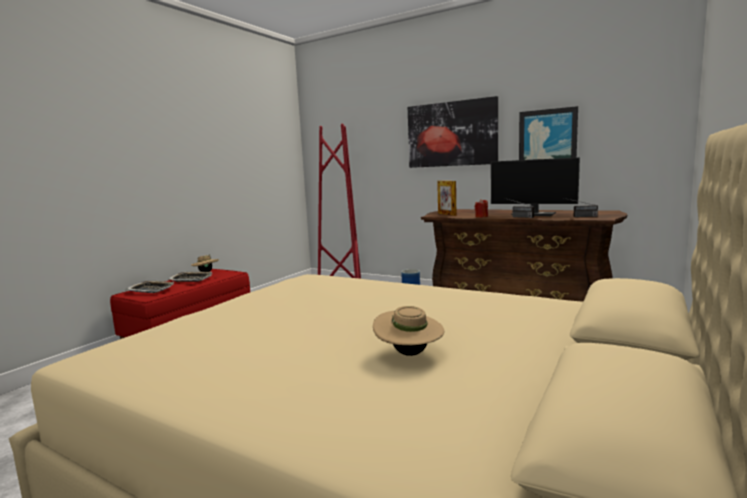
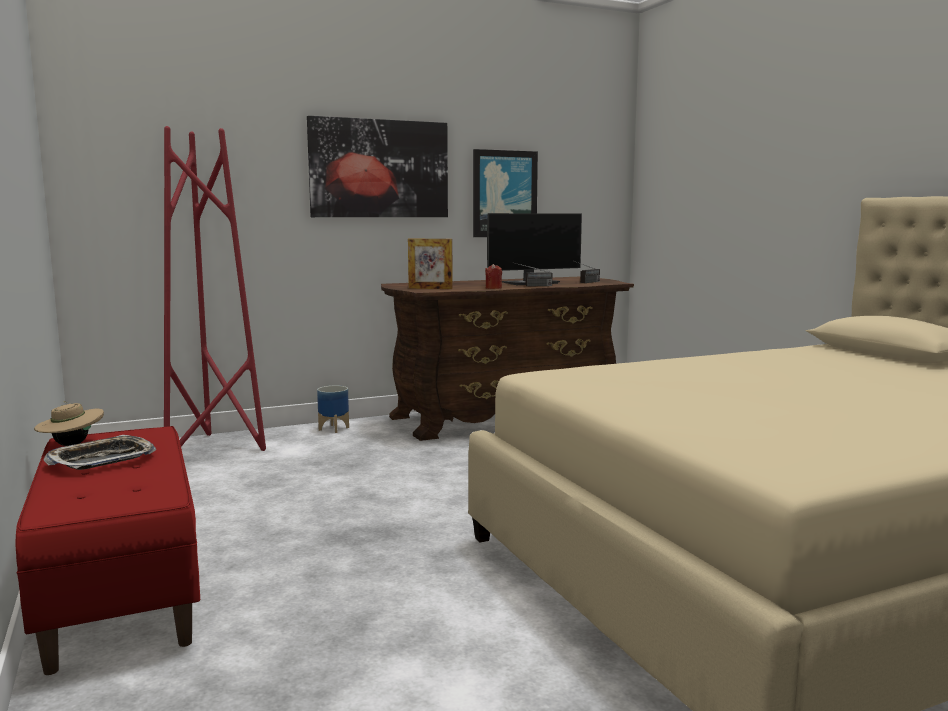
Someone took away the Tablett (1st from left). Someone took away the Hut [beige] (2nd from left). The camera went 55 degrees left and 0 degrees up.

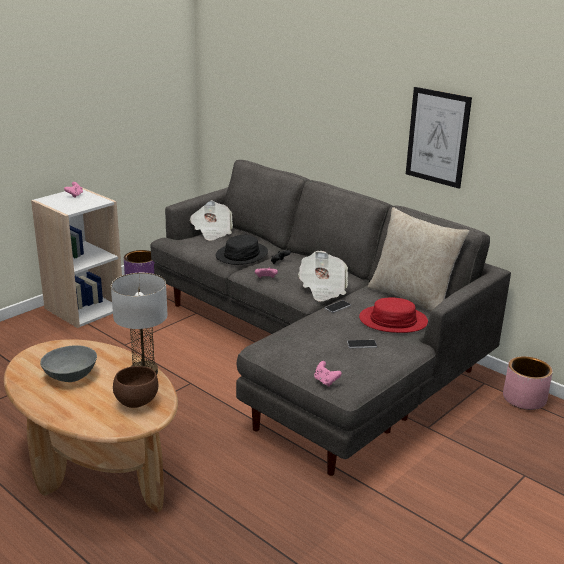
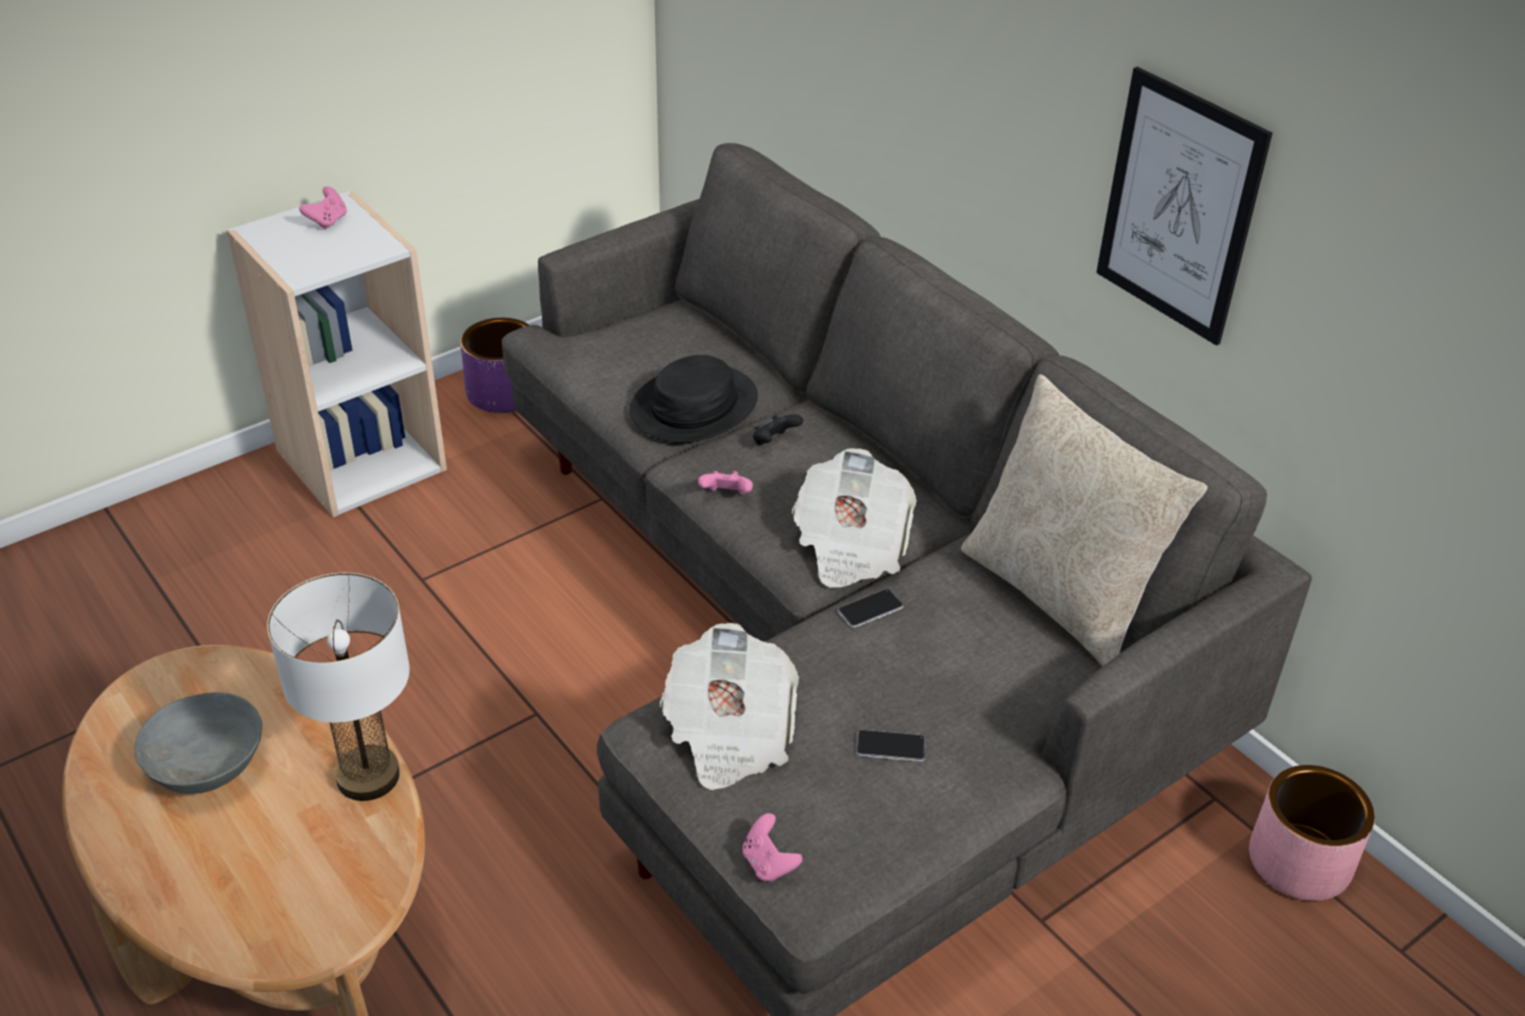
Someone took away the Schüssel [braun]. Someone took away the Hut [rot]. Someone carried the Zeitung (1st from left). The camera went 10 degrees right and 15 degrees up.

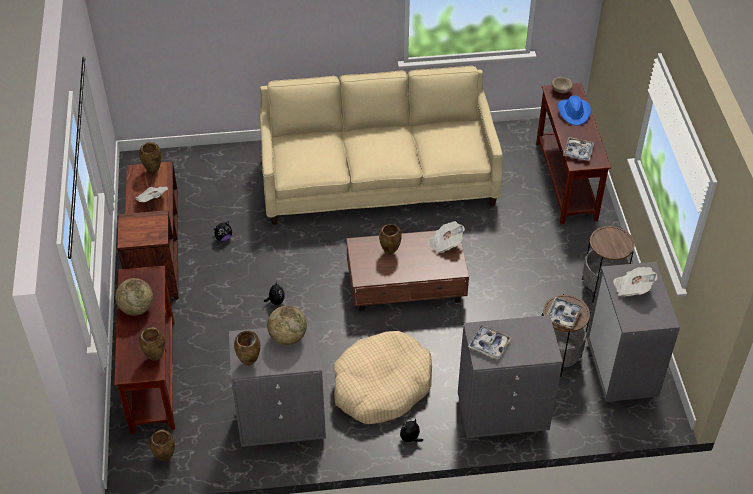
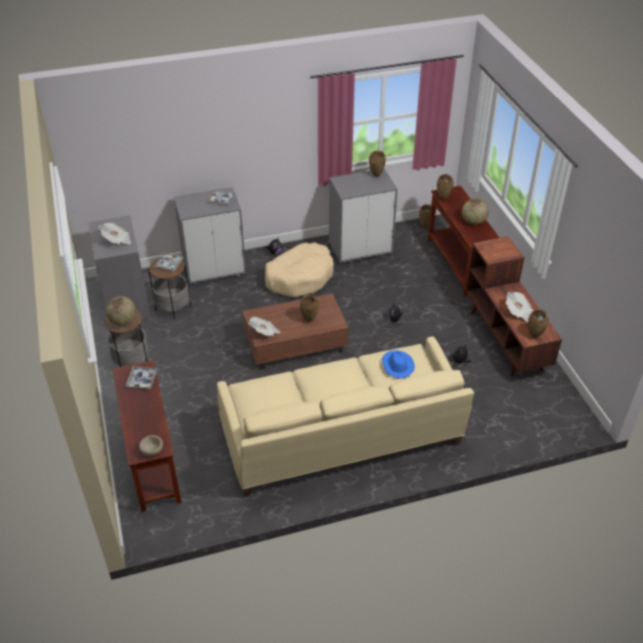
Someone carried the Globus (2nd from left in the first image). Someone carried the Hut [blau]. The camera went 170 degrees right and 5 degrees down.

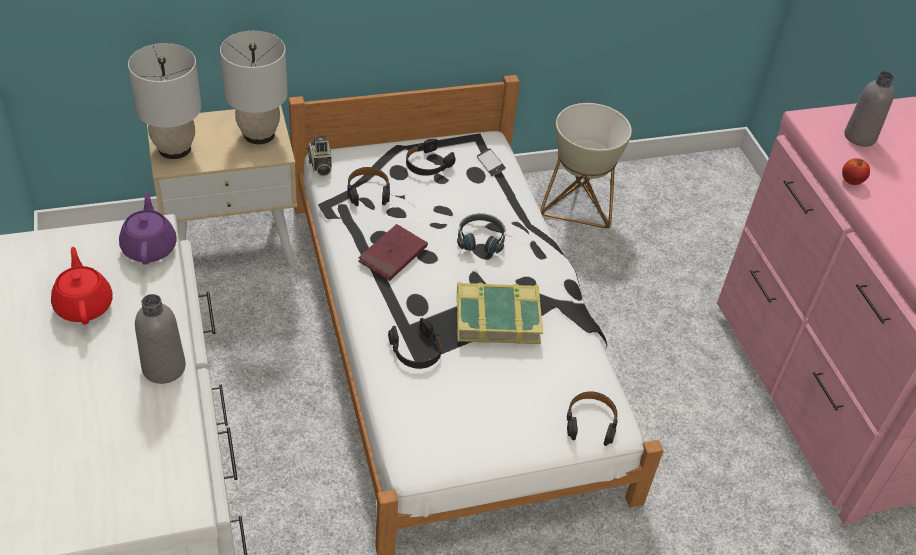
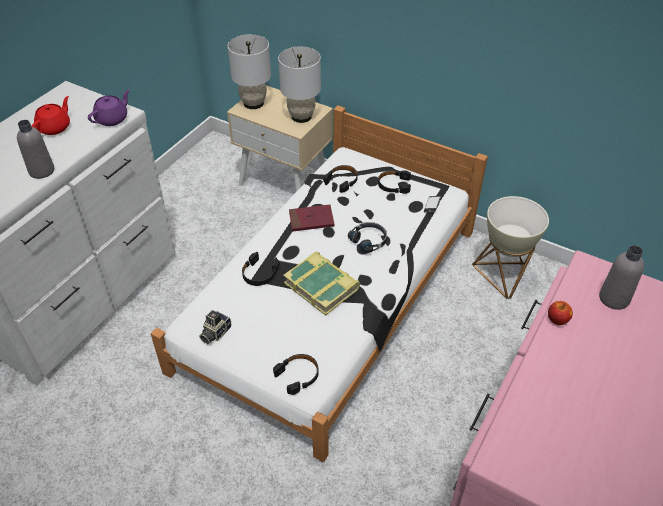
Someone carried the Kamera. The camera went 50 degrees right and 0 degrees up.

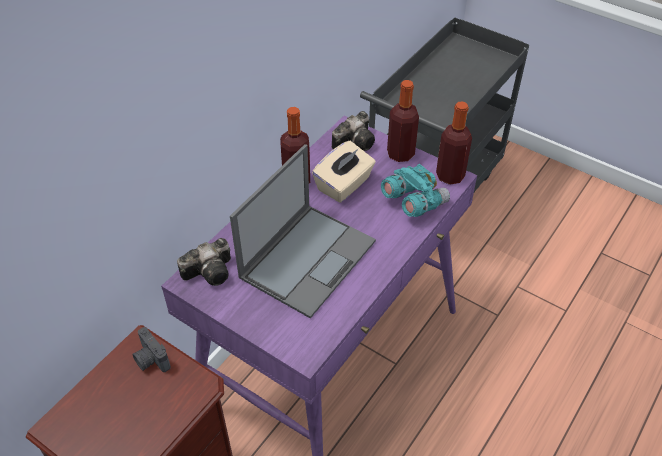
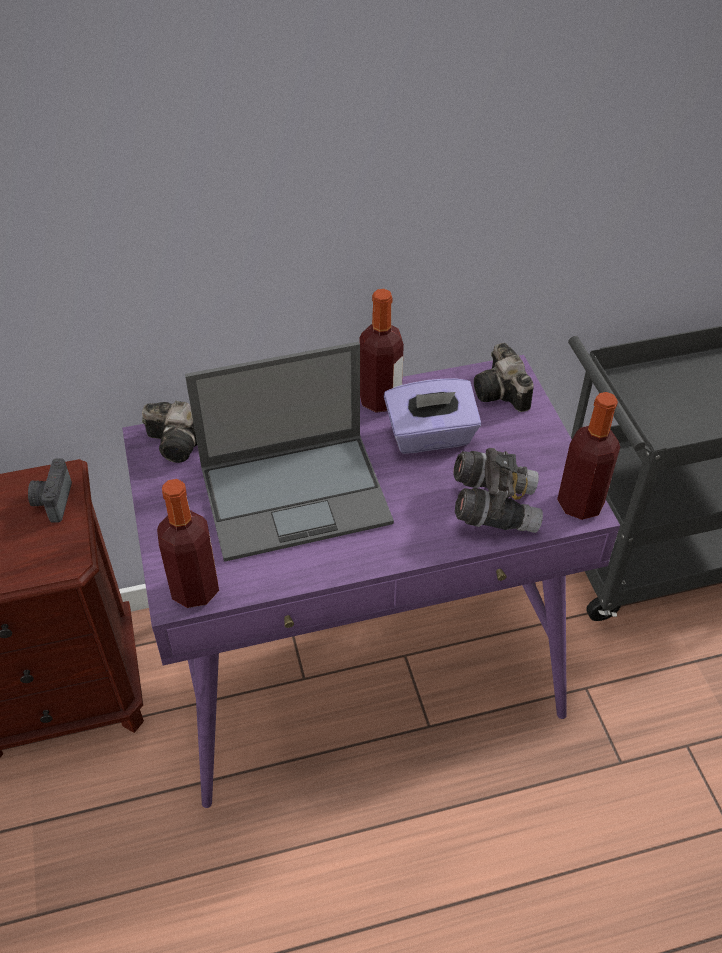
Someone carried the Flasche (2nd from left in the first image). Someone repainted the Taschentuchbox [beige], which became the Taschentuchbox [lila]. Someone repainted the Fernglas [türkis], which became the Fernglas [grau]. Someone rotated the Kamera (3rd from left) by 75 degrees clockwise. The camera went 40 degrees right and 0 degrees up.

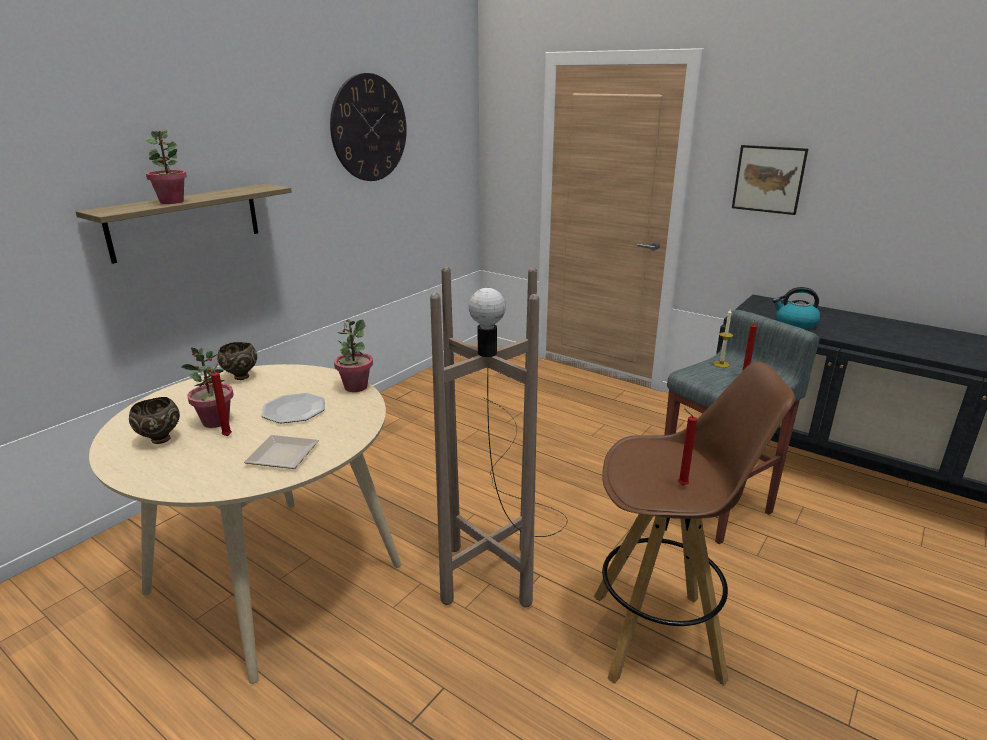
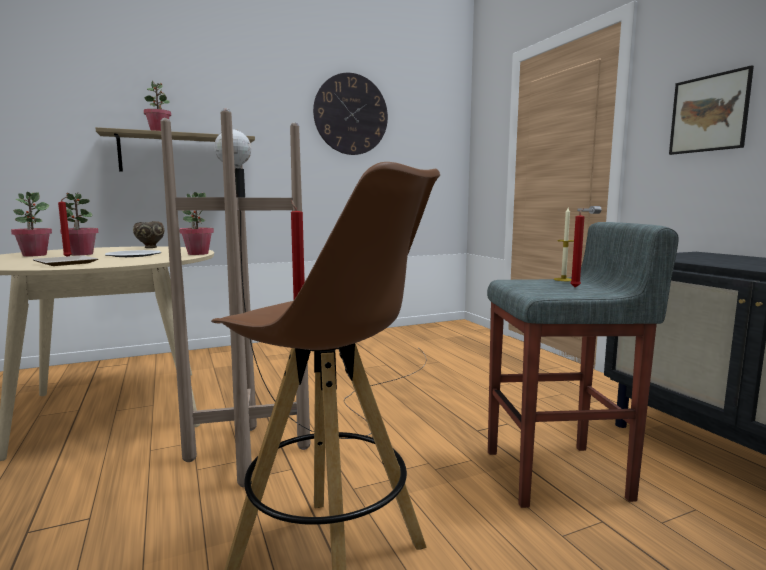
Someone took away the Wasserkessel. Someone swapped the Schüssel [braun] (1st from left) for the Topfpflanze (1st from left). The camera went 30 degrees right and 15 degrees down.

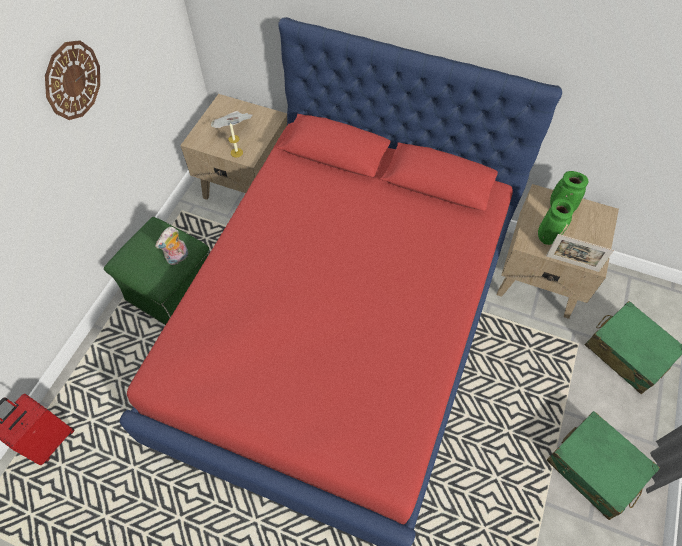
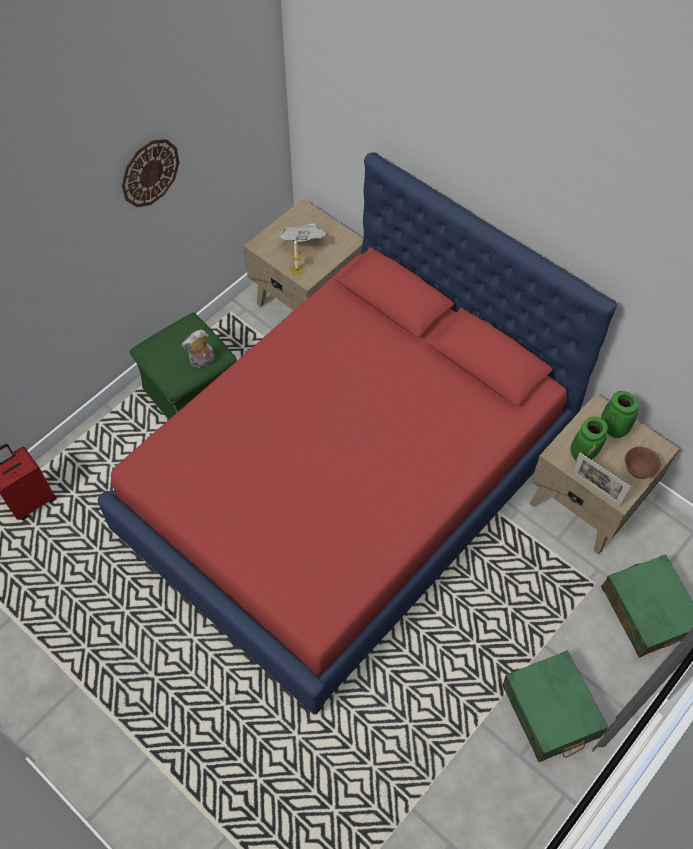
Someone put down the Schüssel [braun]. The camera went 20 degrees right and 0 degrees up.

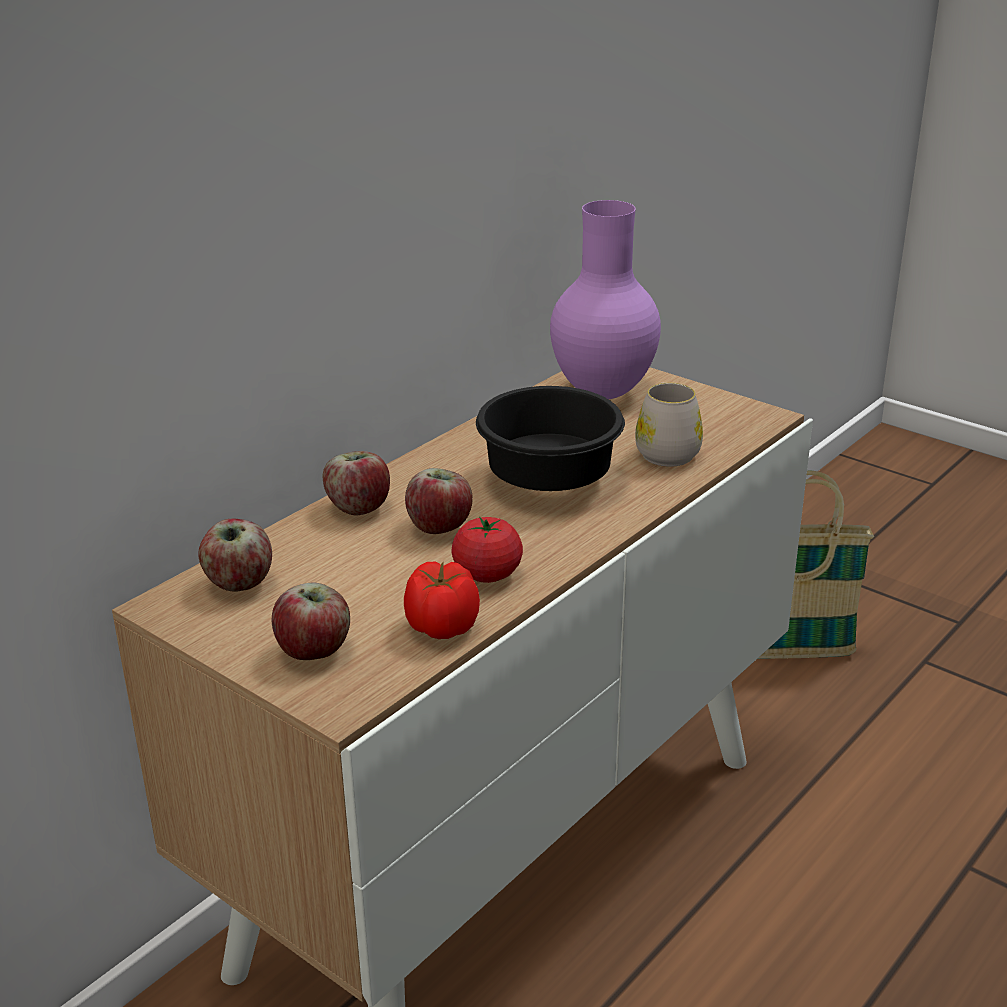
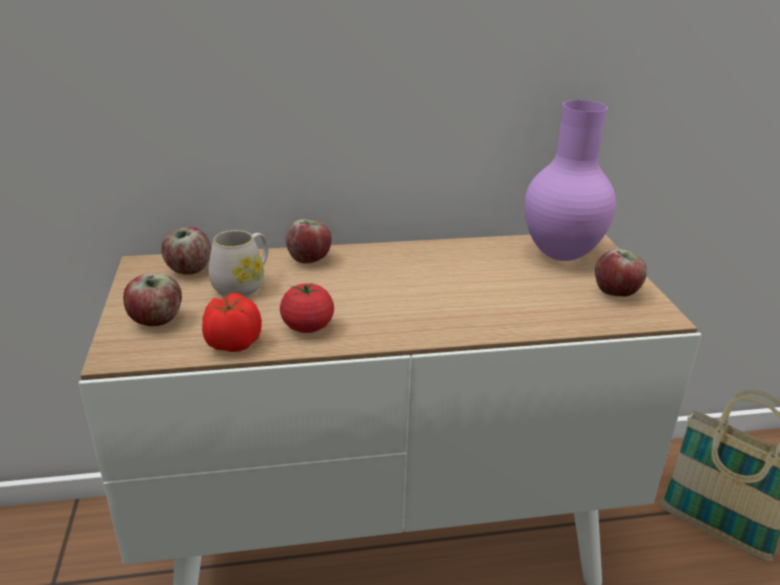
Someone took away the Schüssel [schwarz]. Someone carried the Apfel (4th from left). Someone carried the Henkelbecher [weiß]. The camera went 40 degrees right and 0 degrees up.

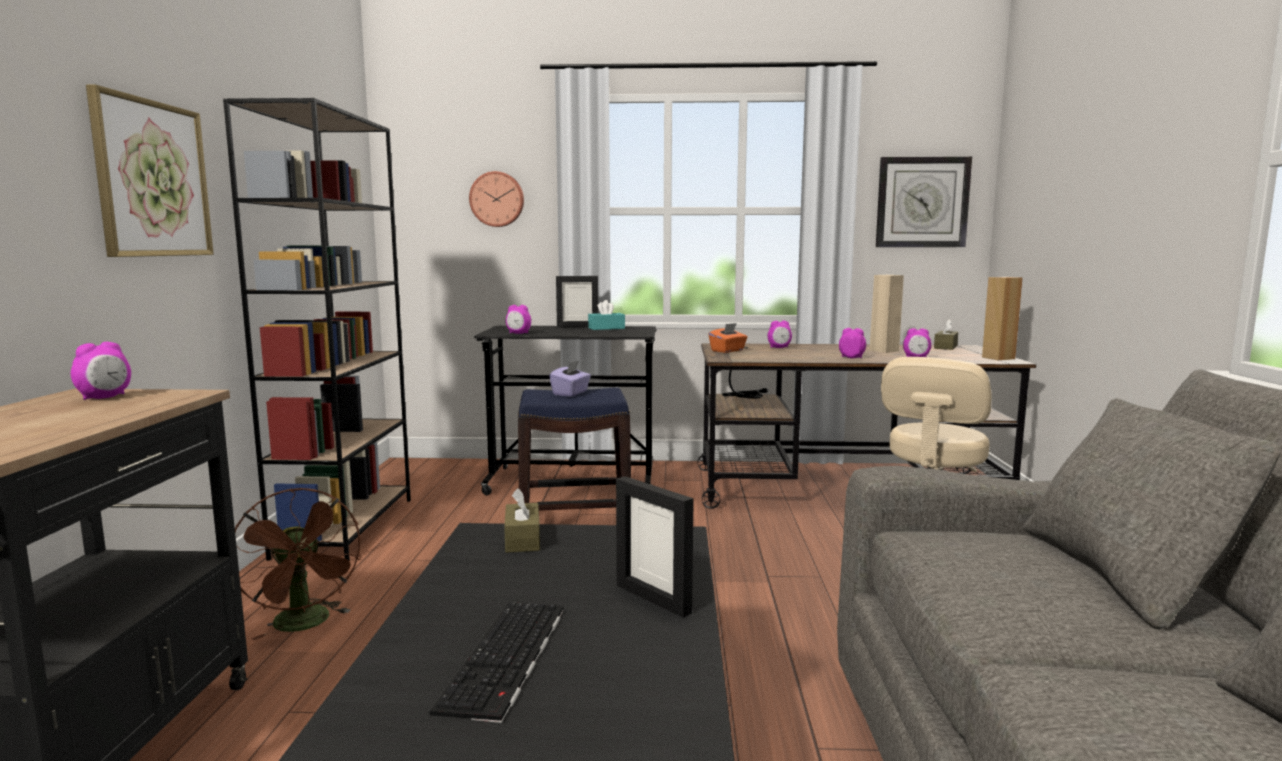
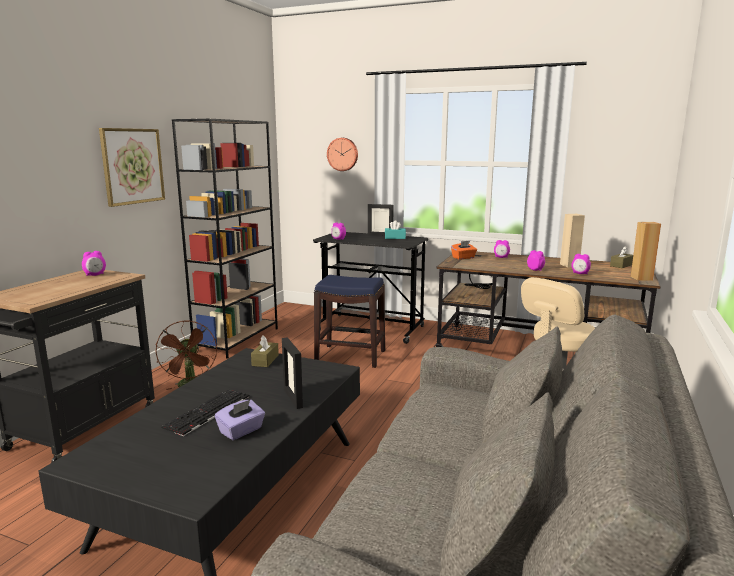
Someone took away the Wanduhr (2nd from left). Someone carried the Taschentuchbox [lila]. The camera went 20 degrees right and 5 degrees up.

